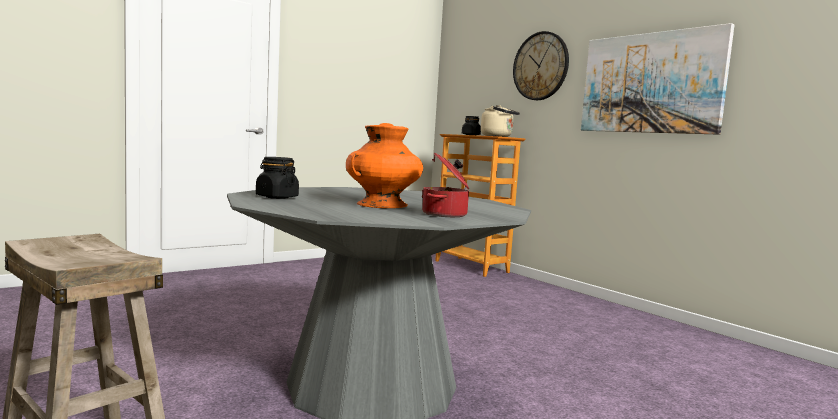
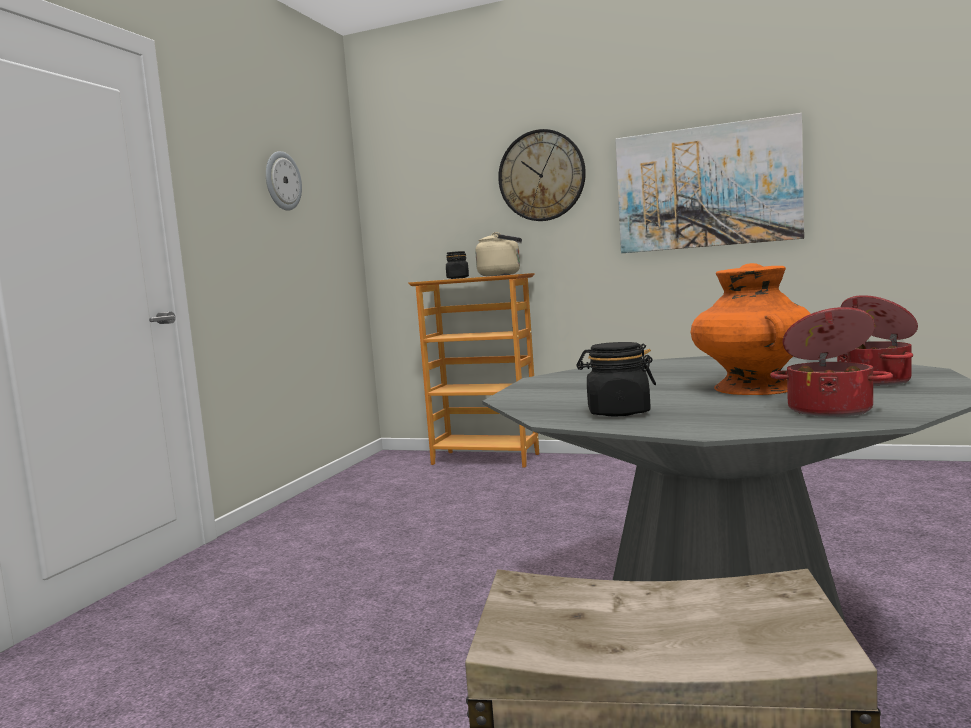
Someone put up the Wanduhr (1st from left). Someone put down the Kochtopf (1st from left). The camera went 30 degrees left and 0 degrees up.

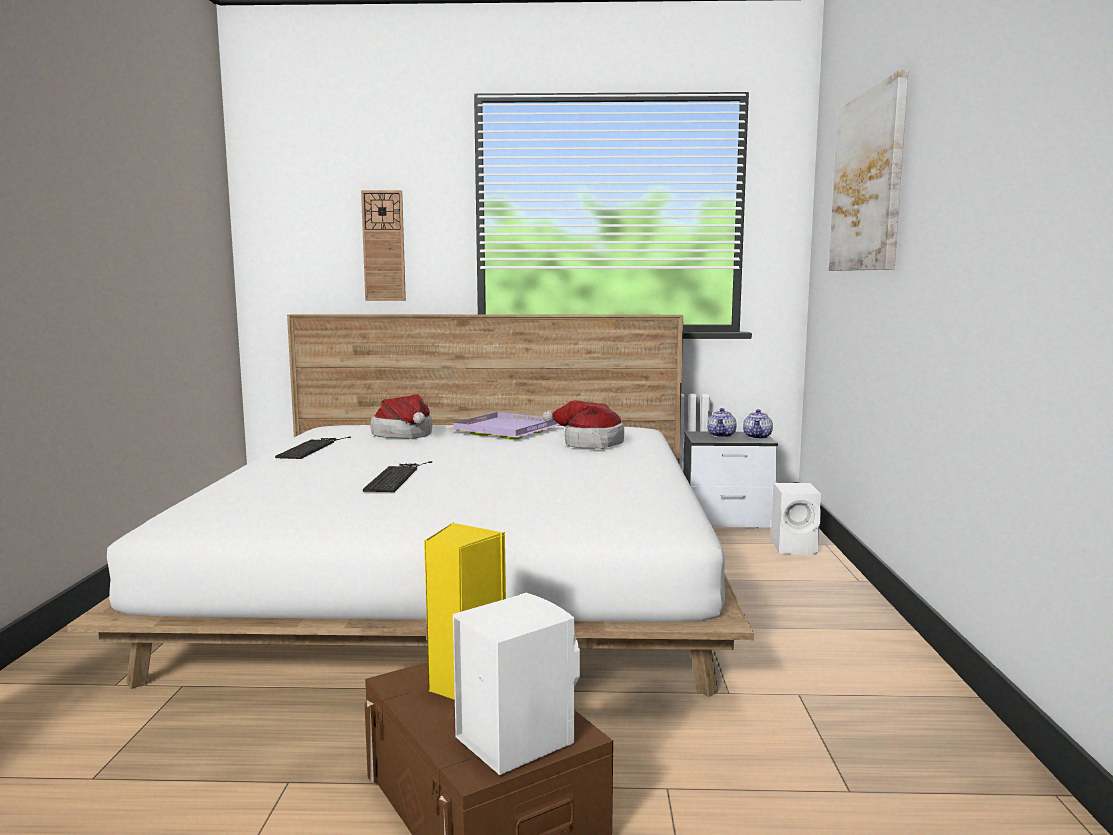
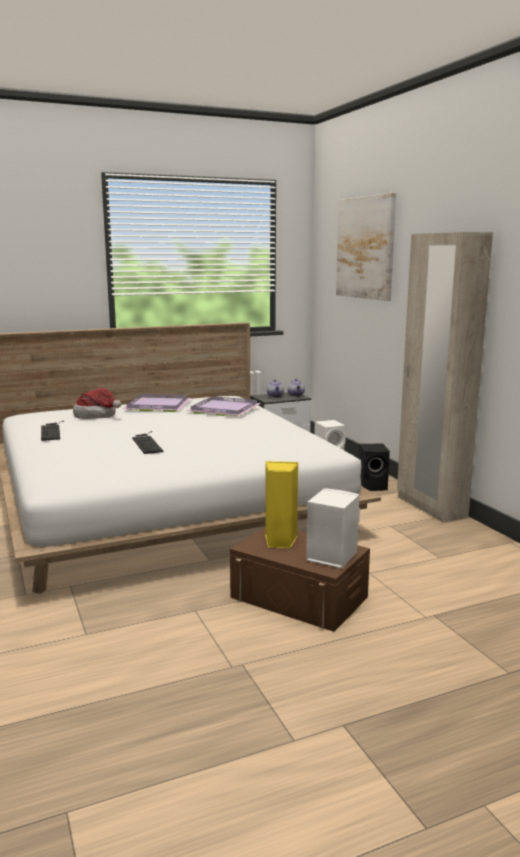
Someone took away the Wanduhr. Someone put down the Lautsprecher [schwarz]. Someone put down the Kleiderschrank [beige]. Someone swapped the Hut (2nd from left) for the Tablett [lila] (2nd from left). The camera went 25 degrees left and 5 degrees up.

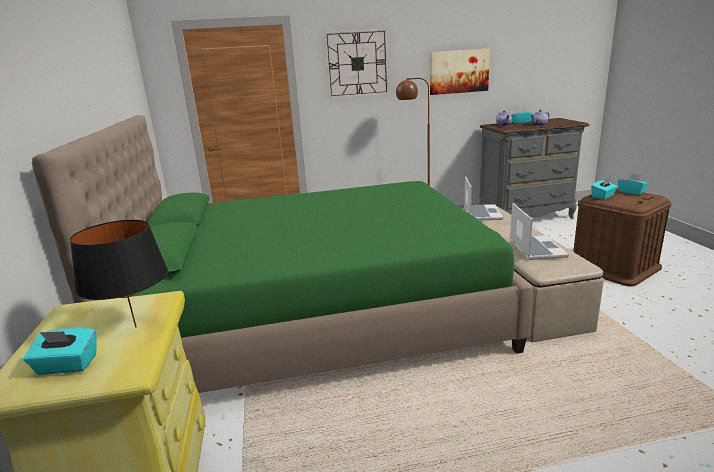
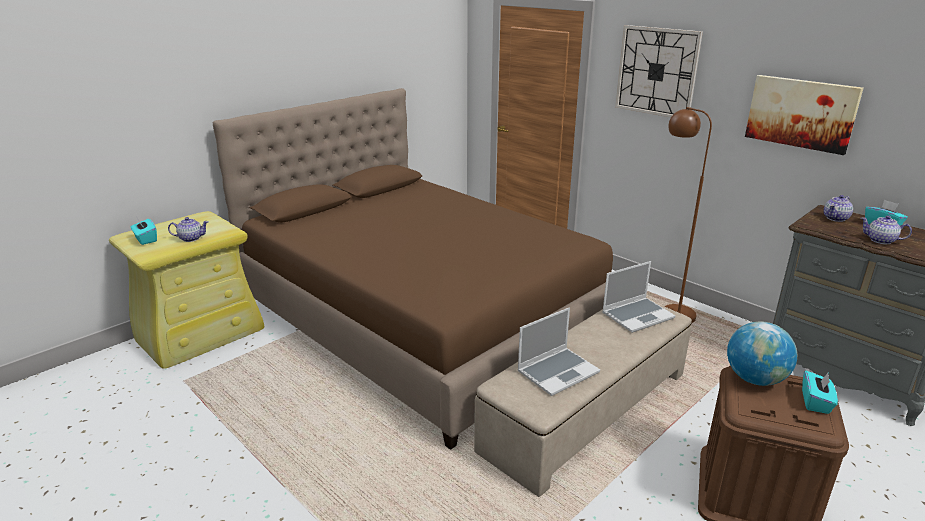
Someone swapped the Tischlampe [schwarz] for the Teekanne (1st from left). Someone swapped the Taschentuchbox [türkis] (3rd from left) for the Globus. Someone repainted the Bett [grün], which became the Bett [braun]. The camera went 55 degrees right and 5 degrees up.

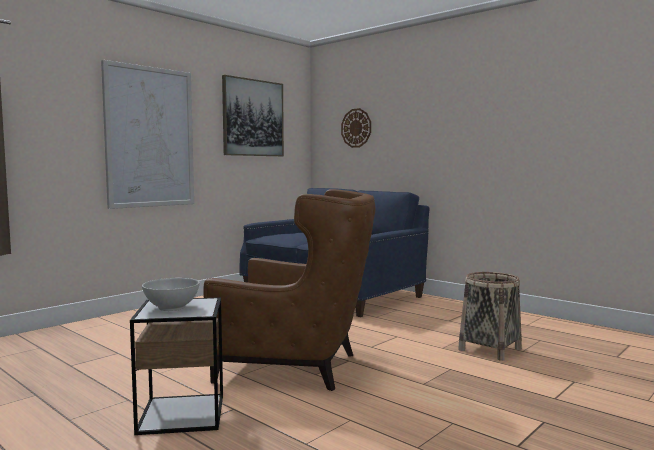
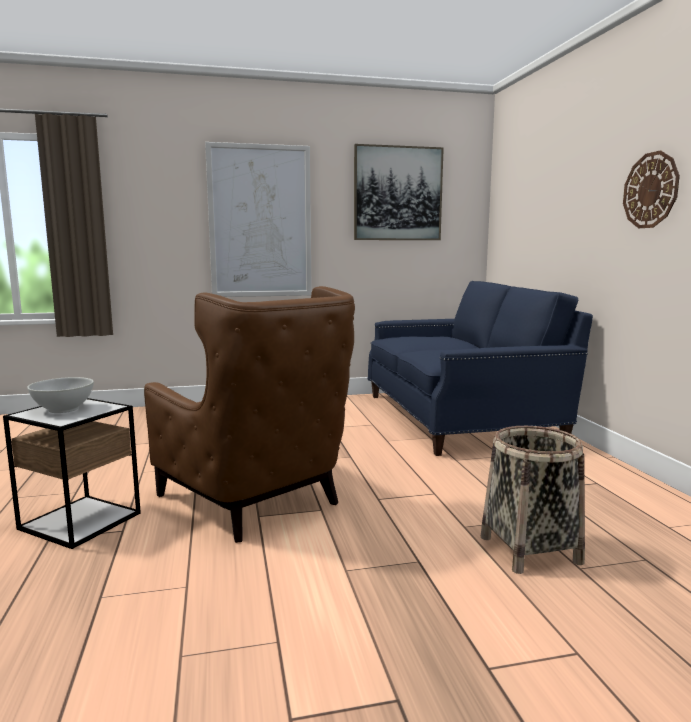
Someone carried the Wanduhr. The camera went 35 degrees right and 5 degrees up.

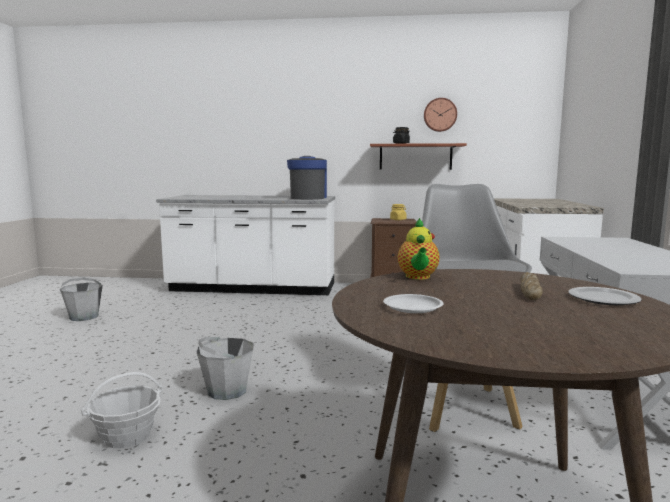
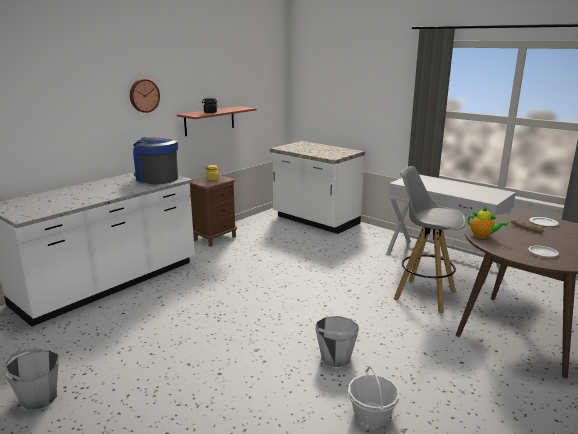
Someone carried the Wanduhr. The camera went 55 degrees left and 10 degrees up.

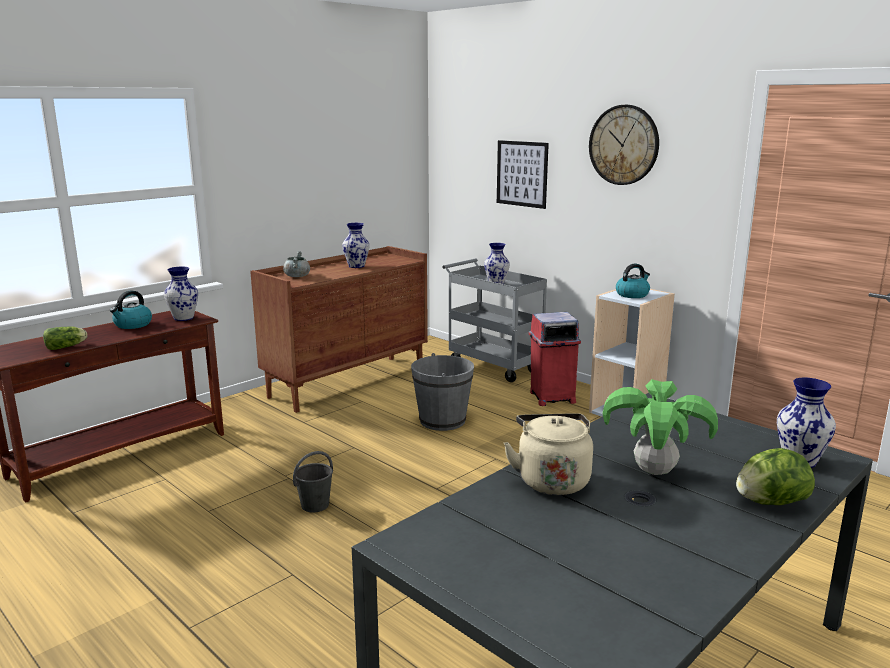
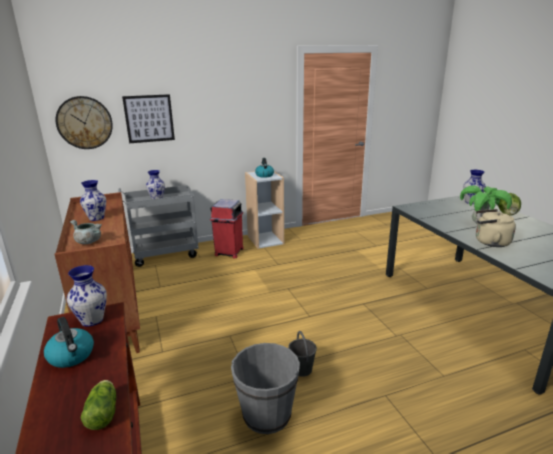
Someone carried the Eimer [grau] (2nd from left in the first image). Someone carried the Wanduhr. The camera went 65 degrees left and 5 degrees up.

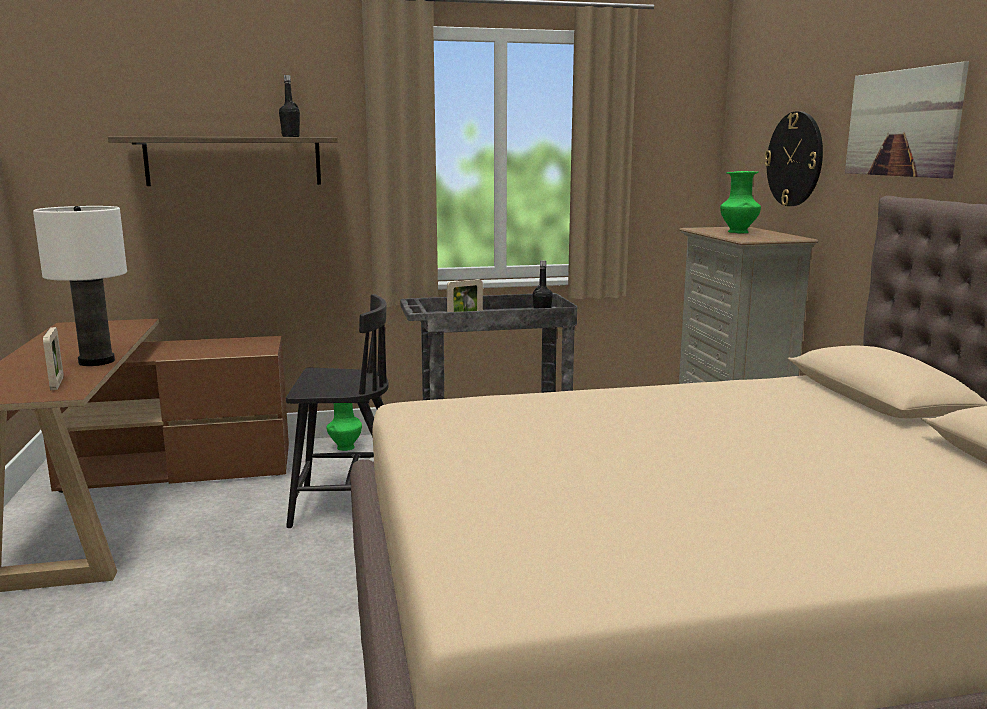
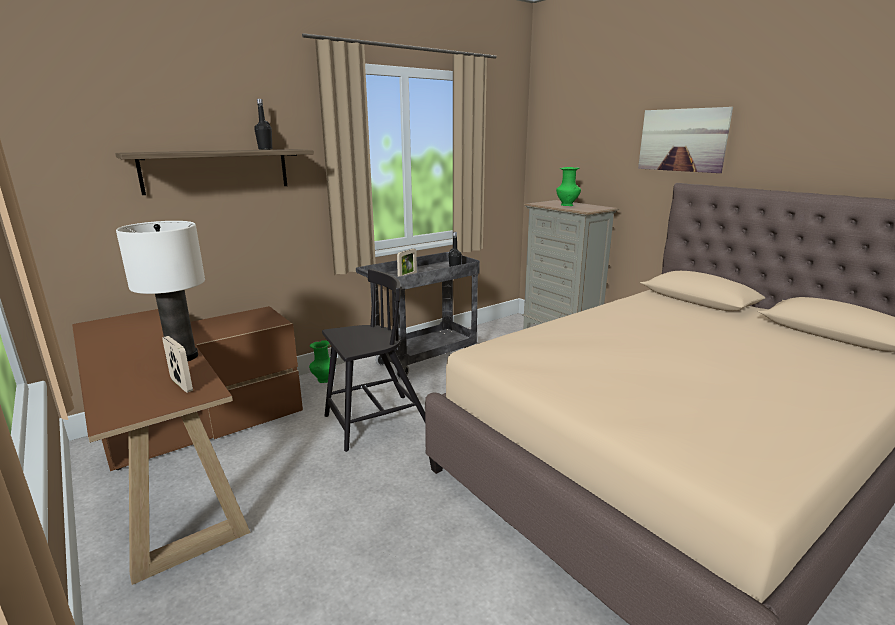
Someone took away the Wanduhr. The camera went 25 degrees left and 5 degrees up.

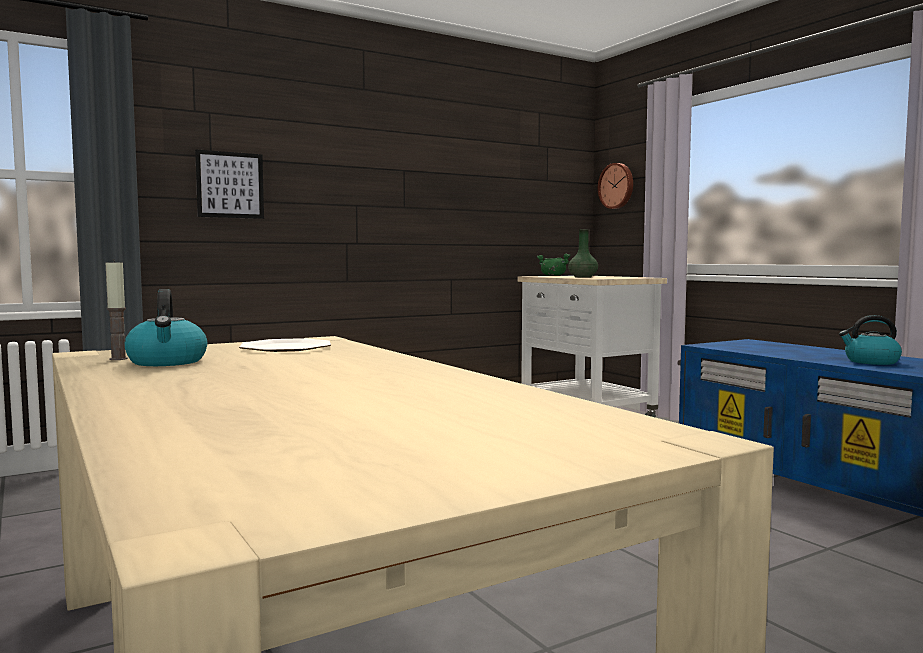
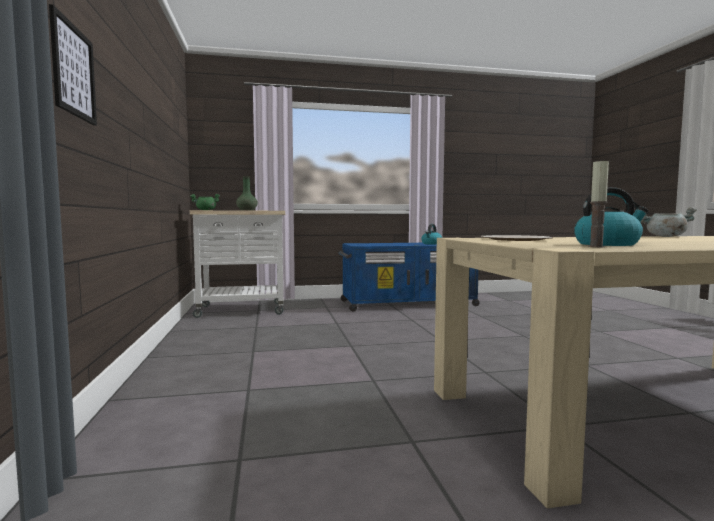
Someone took away the Wanduhr. Someone put down the Kochtopf [grau]. The camera went 70 degrees left and 0 degrees up.

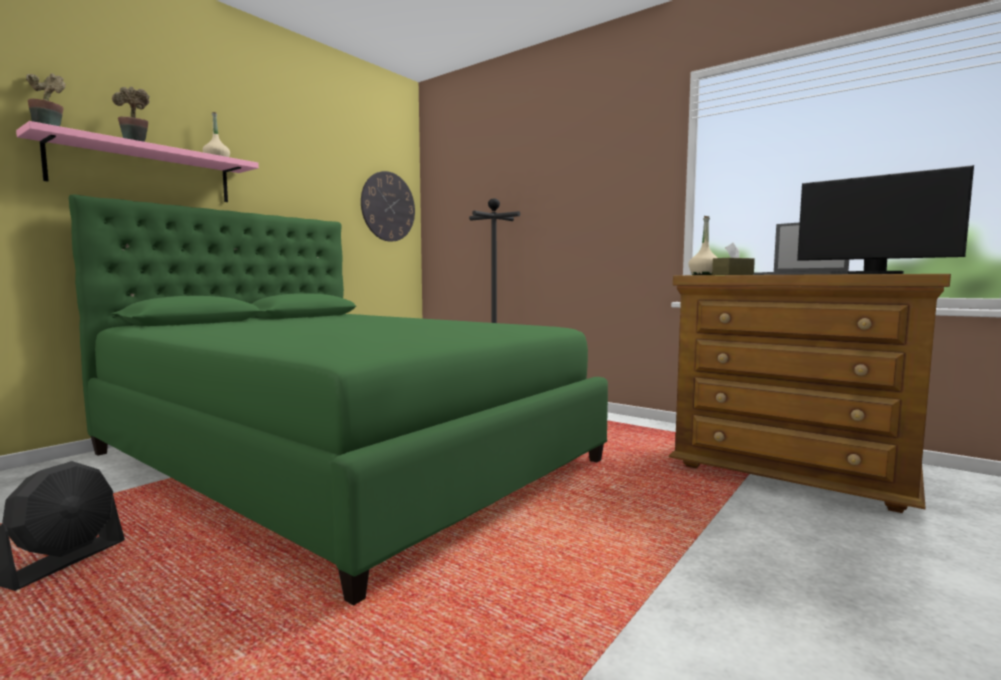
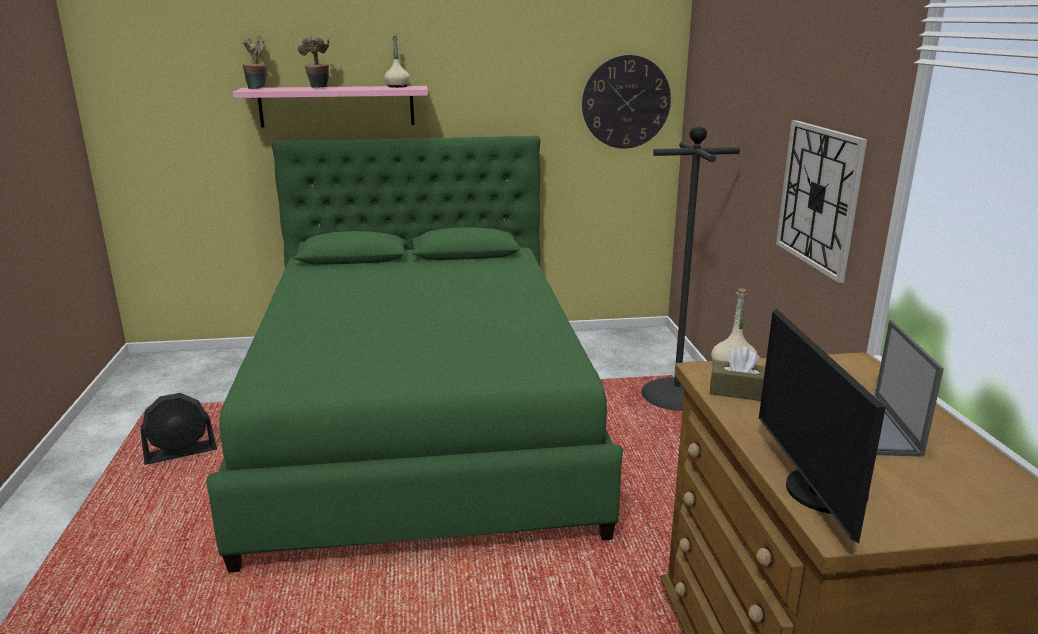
Someone put up the Wanduhr (2nd from left). The camera went 45 degrees right and 15 degrees up.

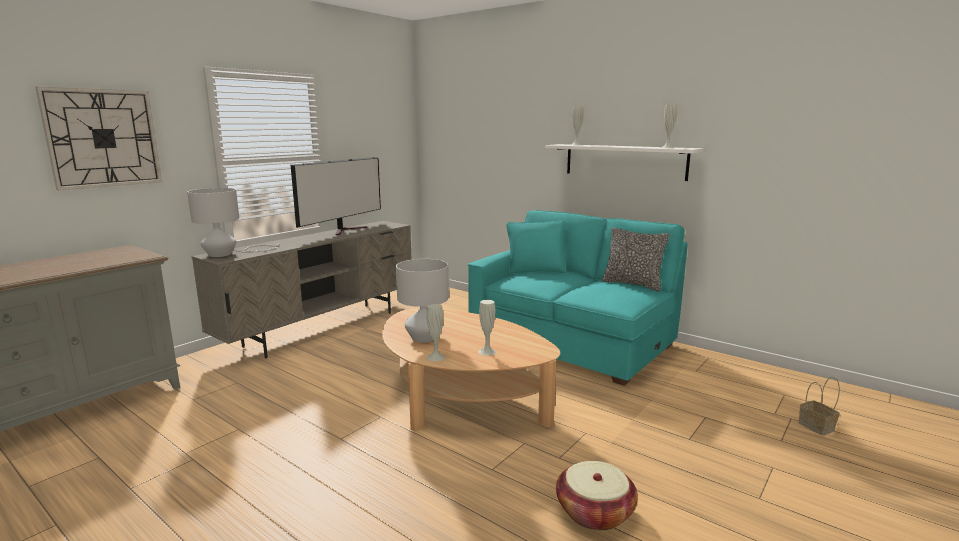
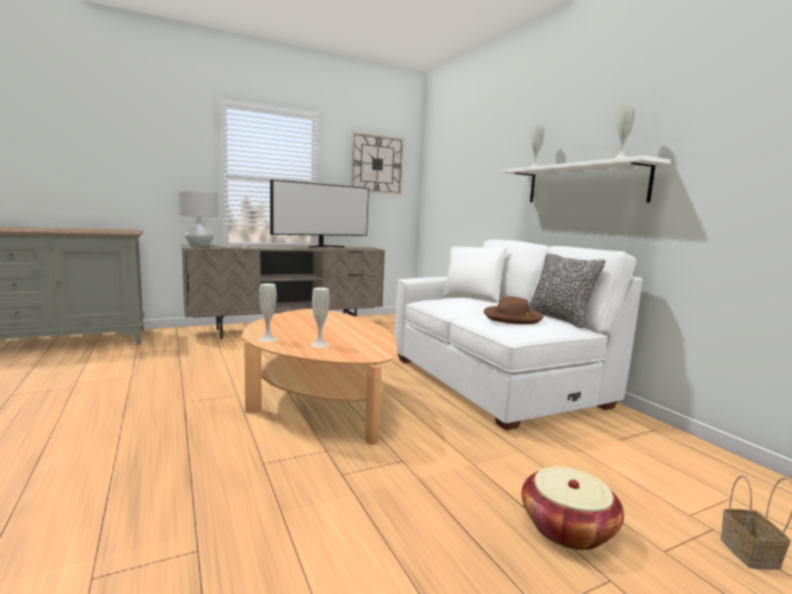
Someone took away the Tischlampe [weiß] (2nd from left). Someone put down the Hut [braun]. Someone carried the Wanduhr. Someone carried the Korb (1st from left). Someone repainted the Sofa [türkis], which became the Sofa [weiß]. The camera went 25 degrees right and 5 degrees down.

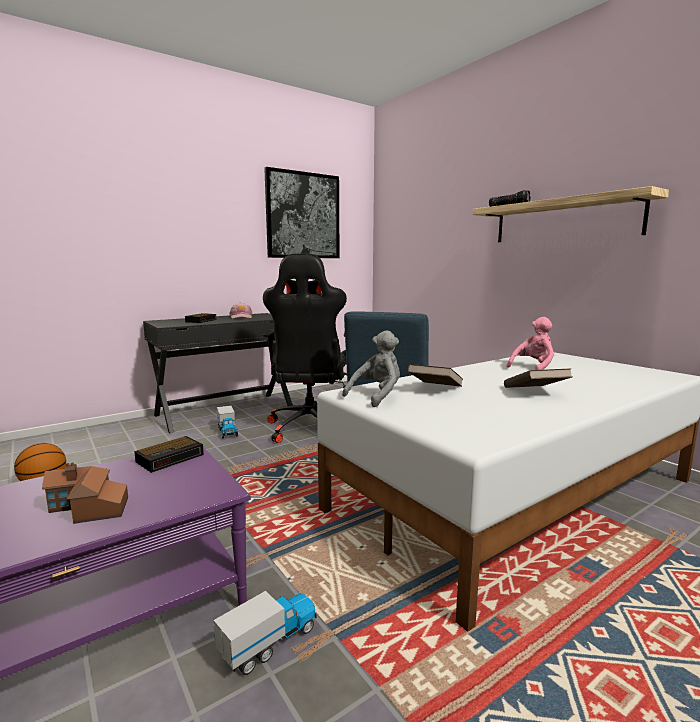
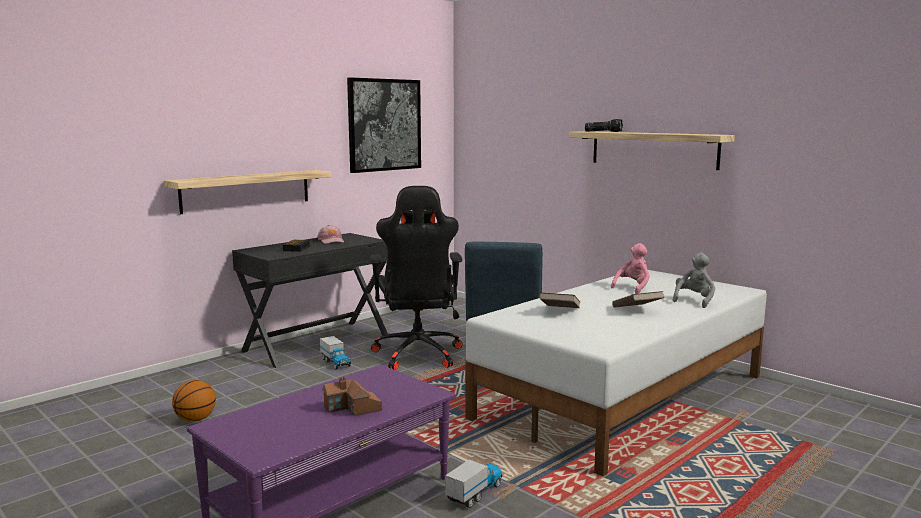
Someone took away the Wecker (1st from left). Someone put up the Wandregal (1st from left). Someone carried the Plüschtier [grau]. The camera went 10 degrees left and 0 degrees up.

